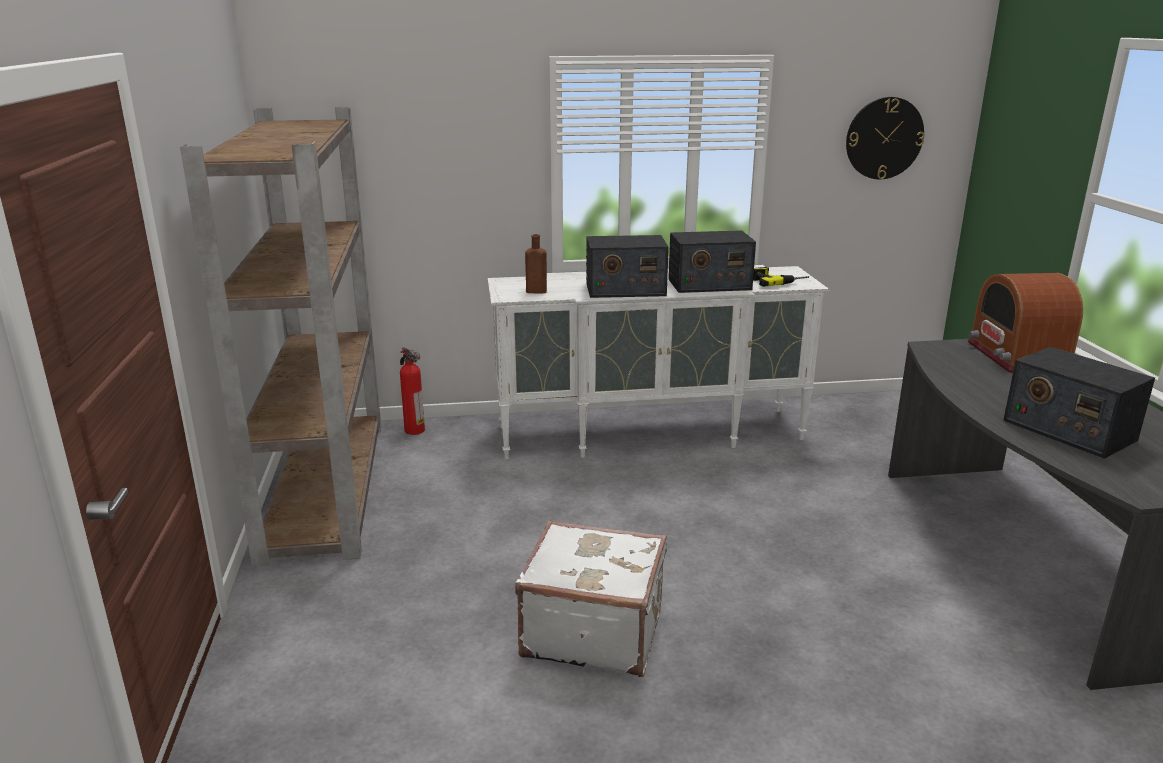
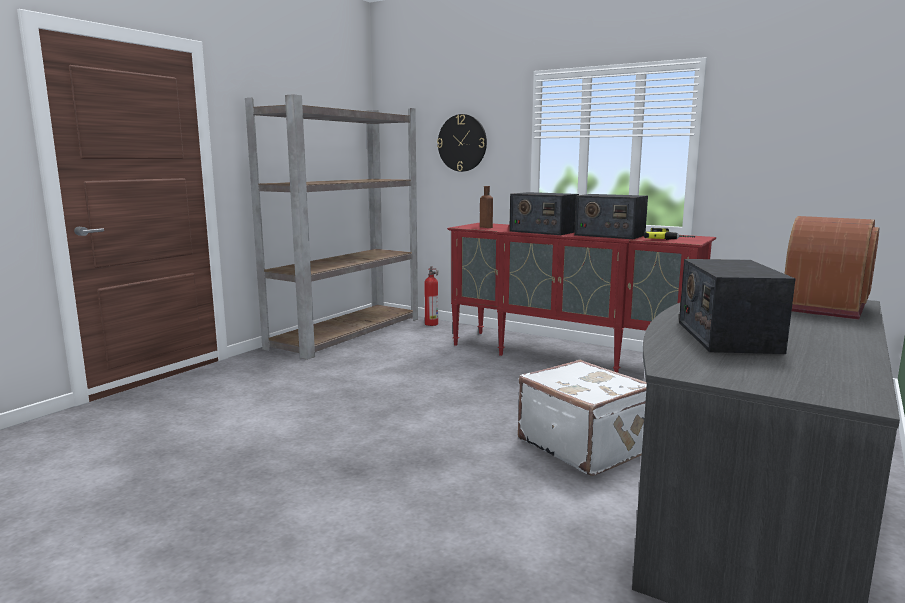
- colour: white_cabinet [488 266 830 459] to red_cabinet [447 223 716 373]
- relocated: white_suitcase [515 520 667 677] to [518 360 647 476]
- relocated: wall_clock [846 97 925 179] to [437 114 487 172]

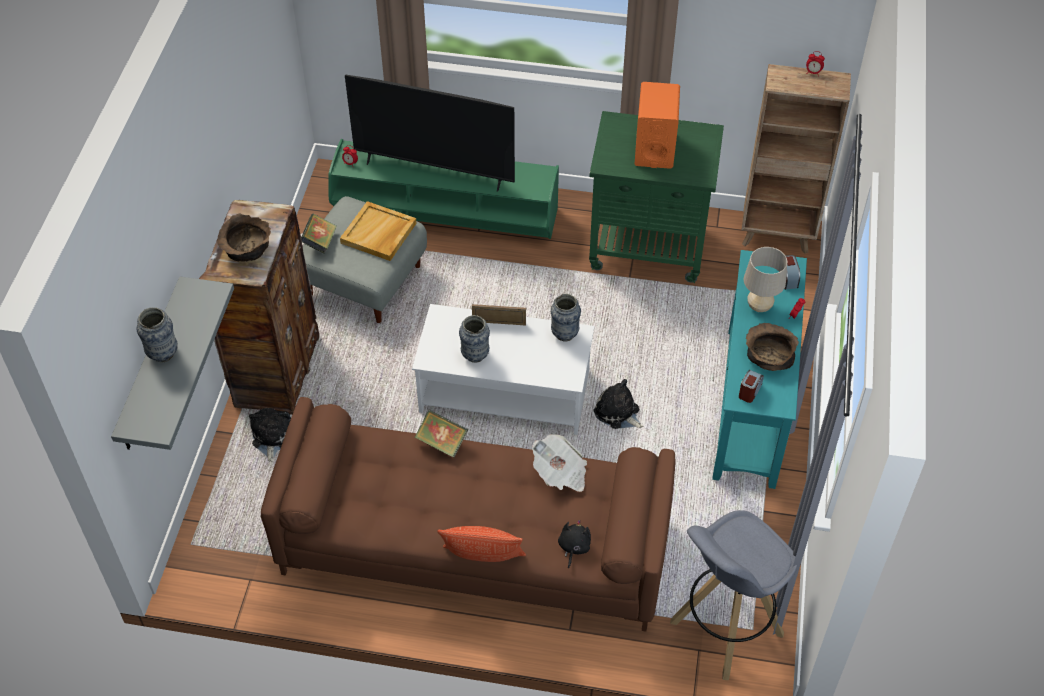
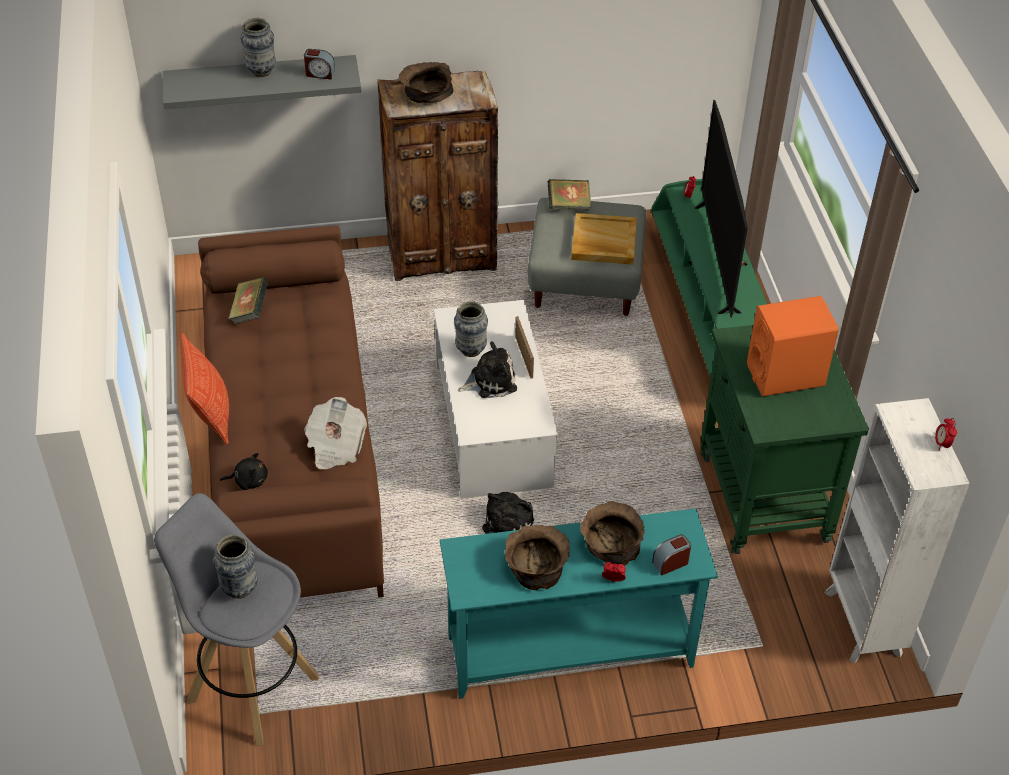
- relocated: plush_toy [249 408 291 463] to [458 341 517 398]
- relocated: book [414 410 468 457] to [229 277 268 324]
- relocated: vase [551 294 581 342] to [213 535 258 599]
- relocated: alarm_clock [739 370 764 403] to [304 49 335 80]
- colour: brown_bookcase [742 64 851 254] to white_bookcase [824 398 970 663]
- exchanged: beige_table_lamp [744 247 787 312] to brown_bowl [580 501 645 566]

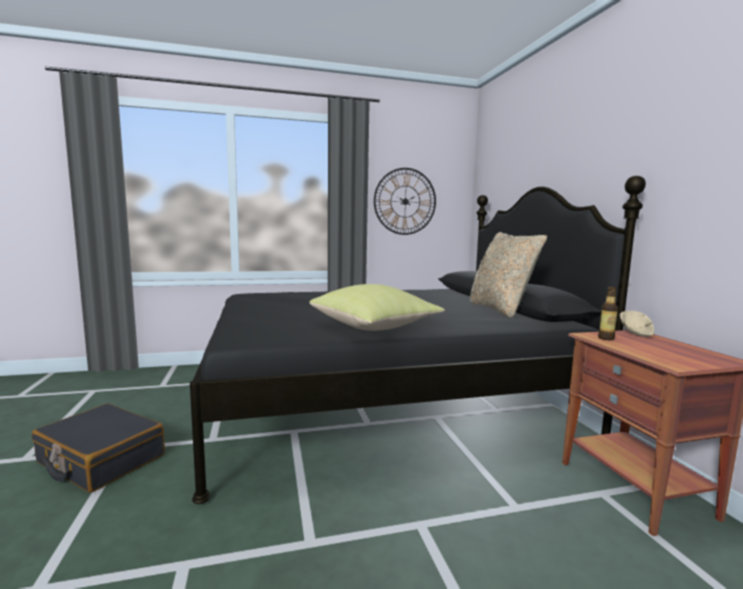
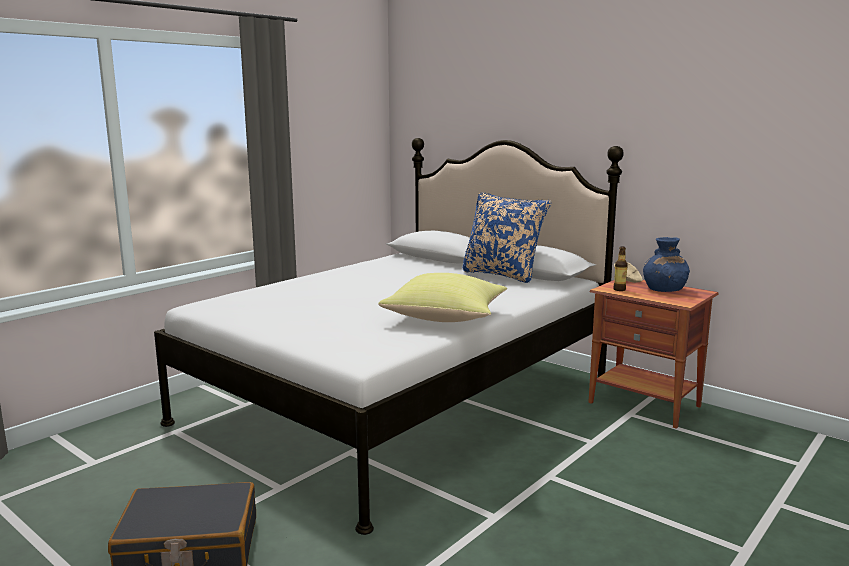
- colour: black_bed [190 176 646 504] to white_bed [154 138 624 535]
- missing: wall_clock [374 168 436 235]
- colour: beige_pillow [470 232 548 318] to blue_pillow [463 192 551 283]
- appeared: blue_vase [643 237 690 292]

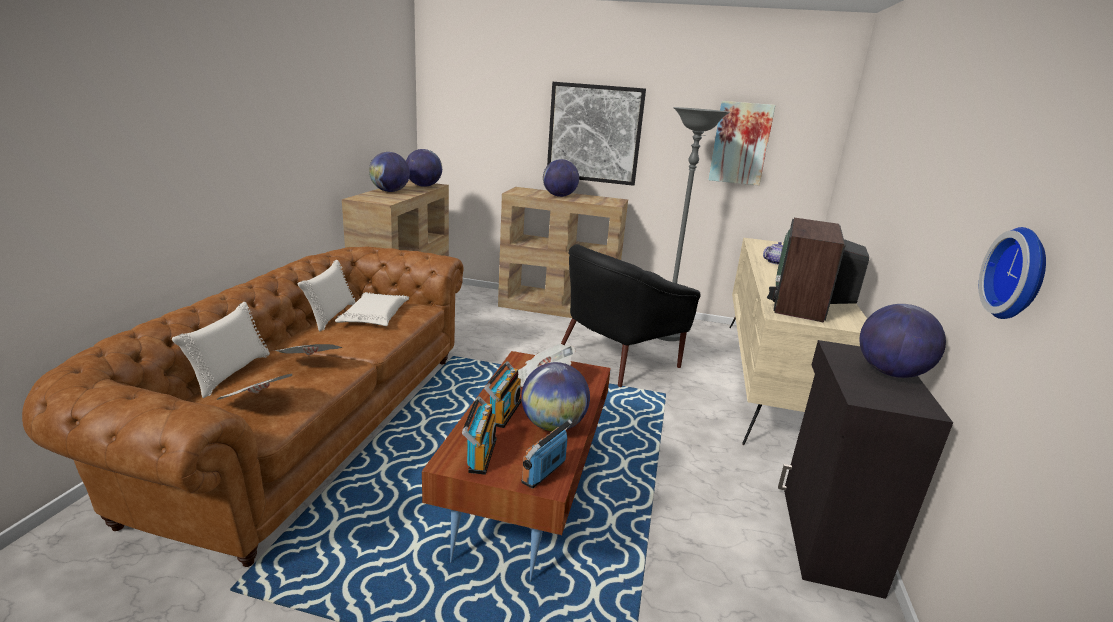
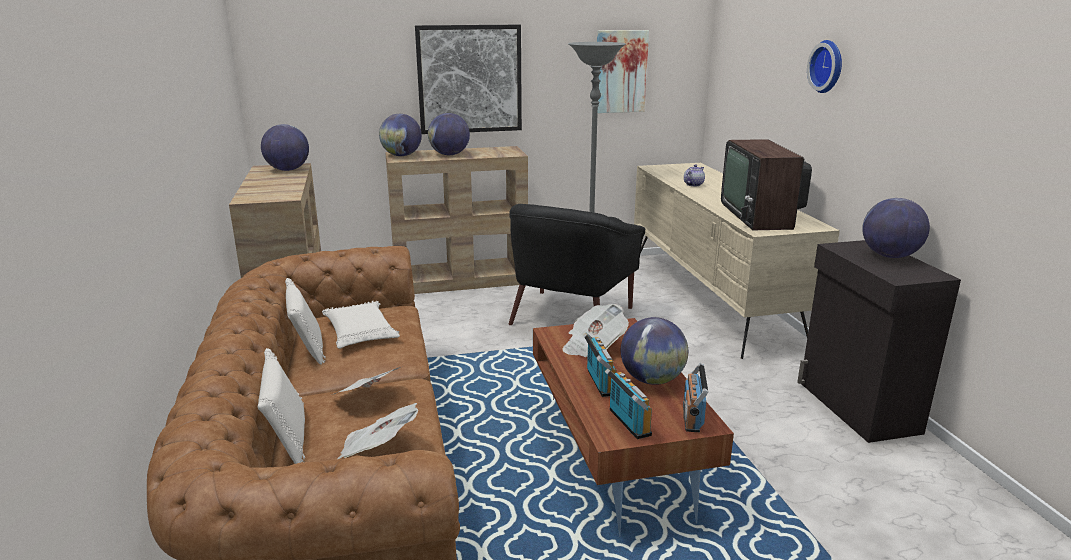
- relocated: globe [369 152 410 192] to [379 114 422 156]
- relocated: wall_clock [979 227 1046 319] to [807 40 842 93]

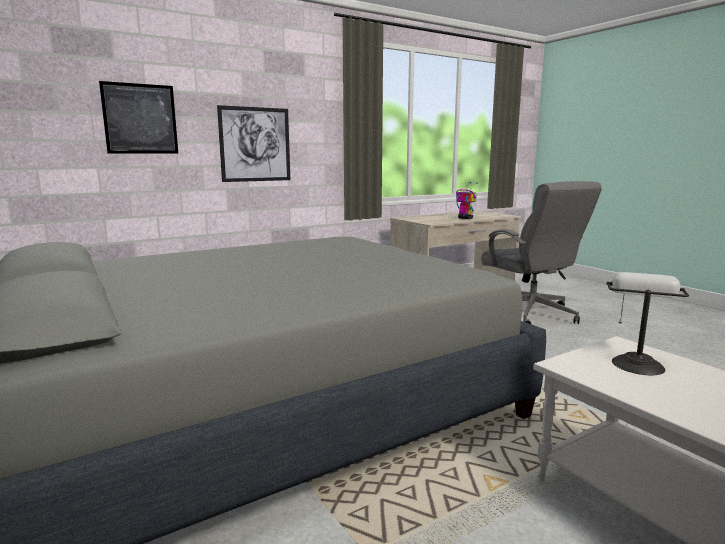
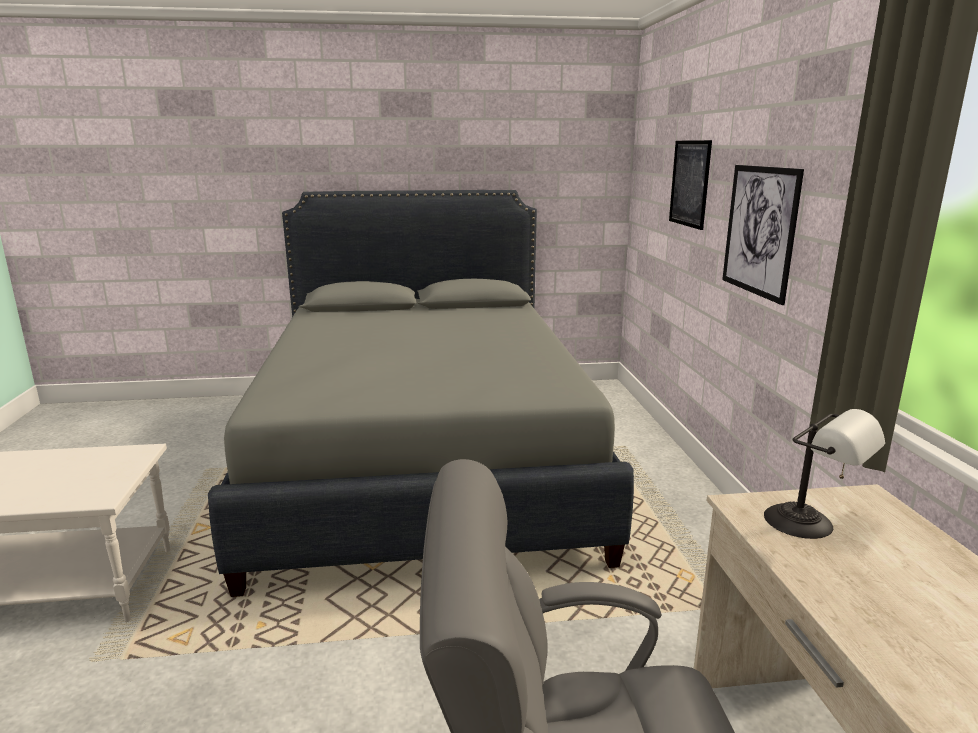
- missing: toy_robot [456 182 478 219]
- relocated: table_lamp [606 272 689 375] to [764 409 885 539]

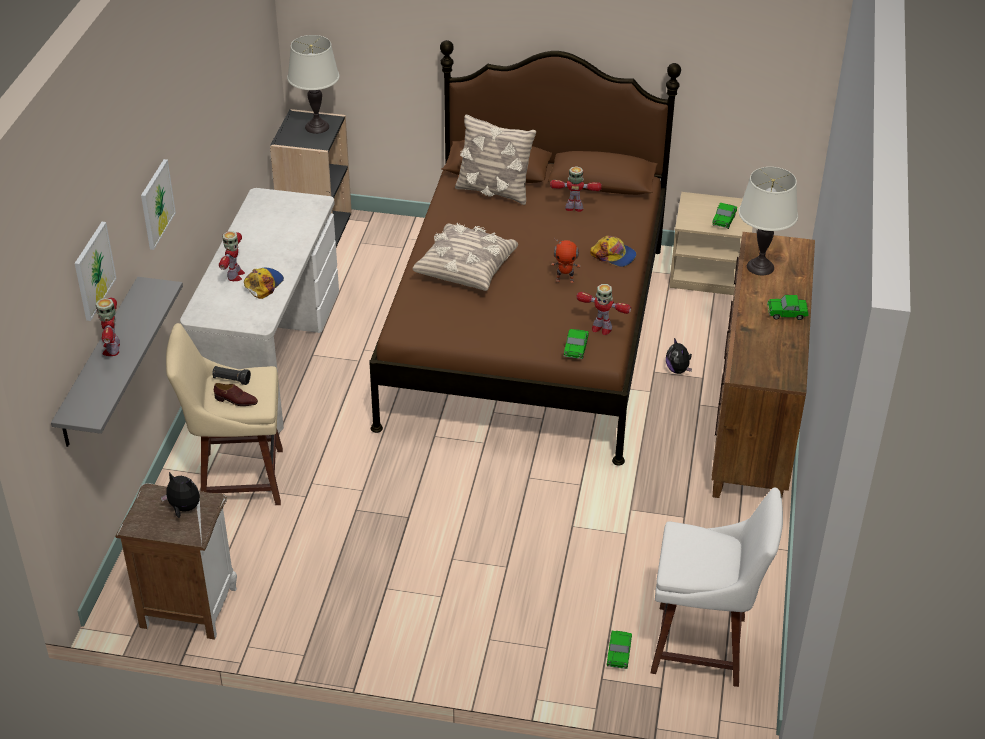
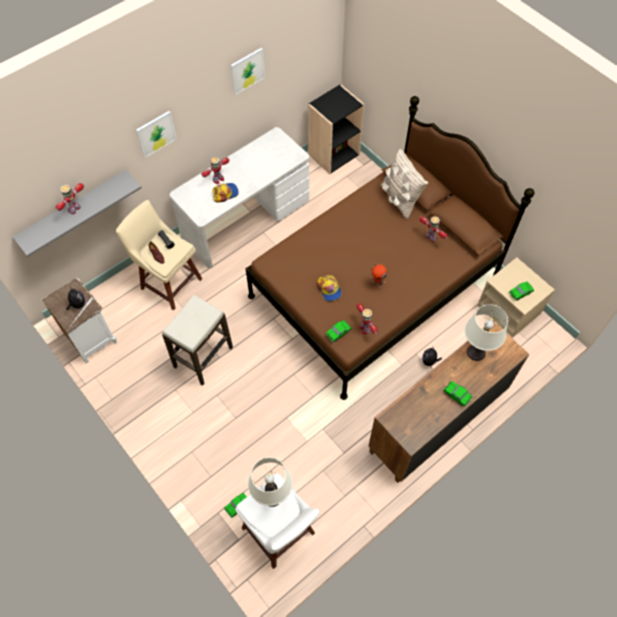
- relocated: picture [75 222 117 321] to [231 48 265 95]
- relocated: white_table_lamp [287 35 339 134] to [248 458 292 507]
- missing: beige_pillow [413 223 518 291]
- relocated: cap [590 236 636 267] to [317 275 342 301]
- appeared: stool [162 295 233 386]

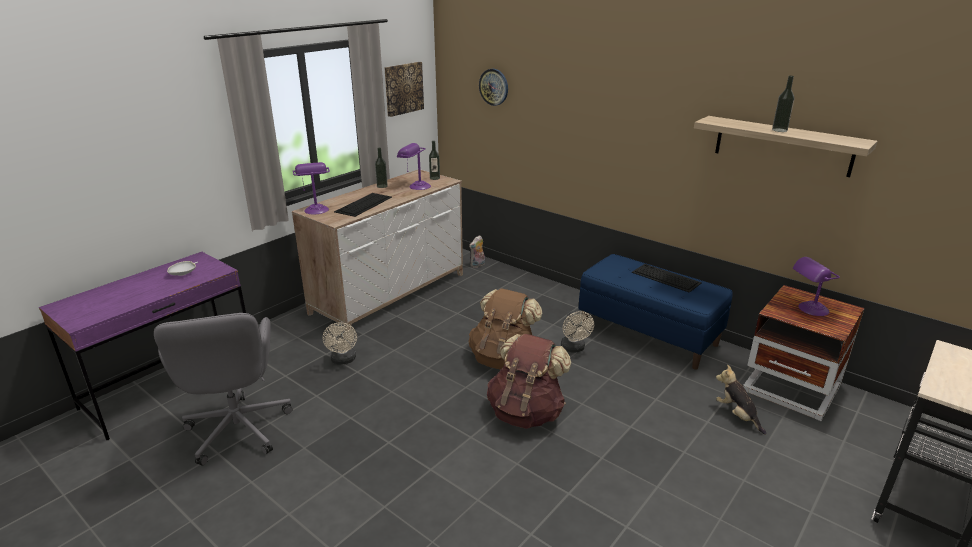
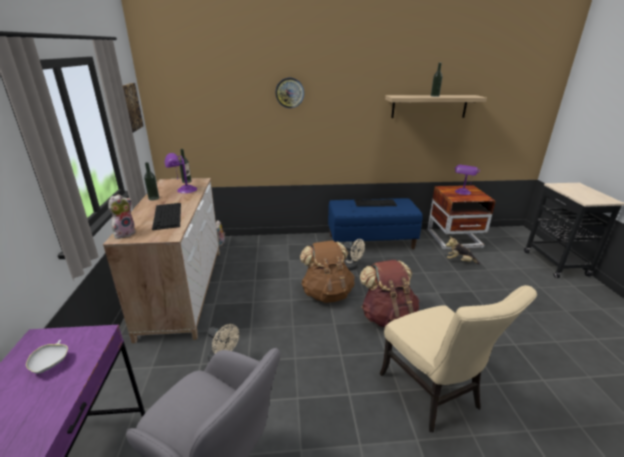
- exchanged: purple_table_lamp [293 162 330 214] to plush_toy [108 194 136 239]
- relocated: wall_clock [479 69 508 106] to [276 78 304 108]
- appeared: beige_chair [380 285 537 432]

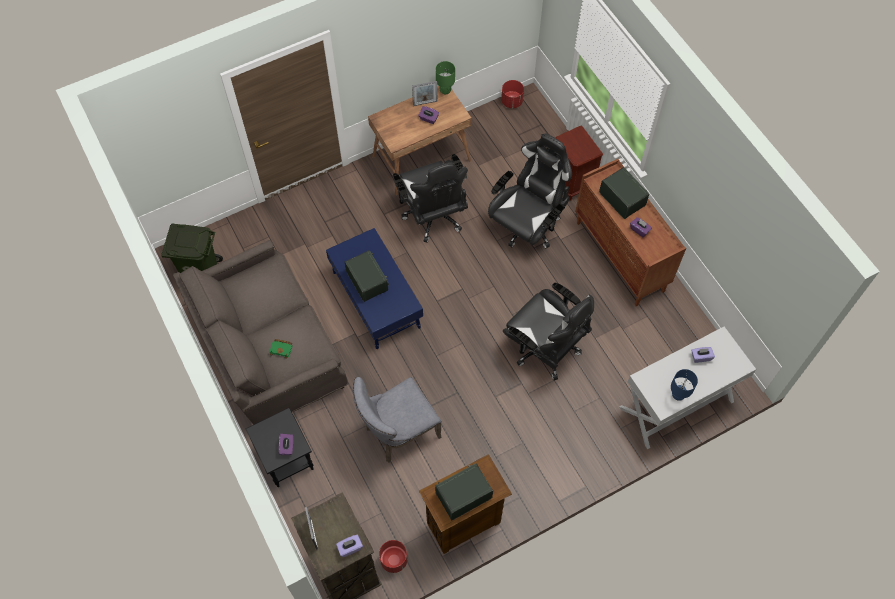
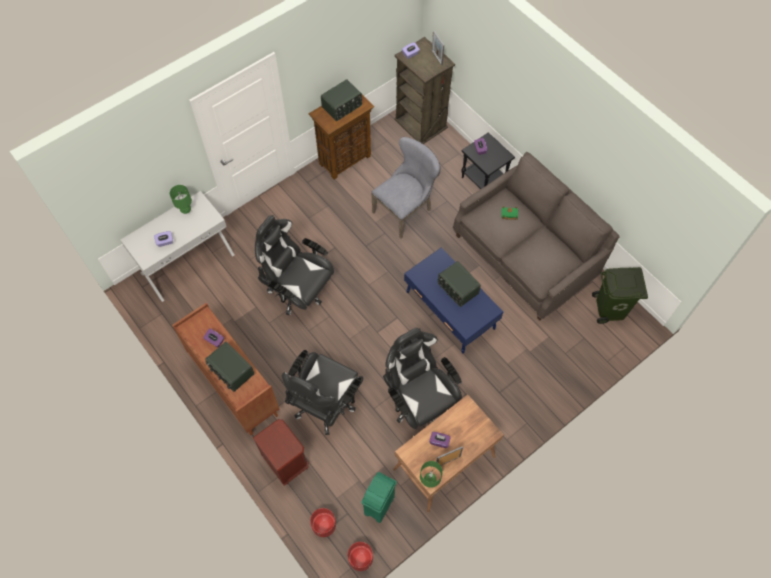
- relocated: red_planter [379 540 408 573] to [310 508 336 537]
- colour: blue_table_lamp [671 369 698 401] to green_table_lamp [170 185 192 214]
- appeared: green_trash_can [361 472 397 523]

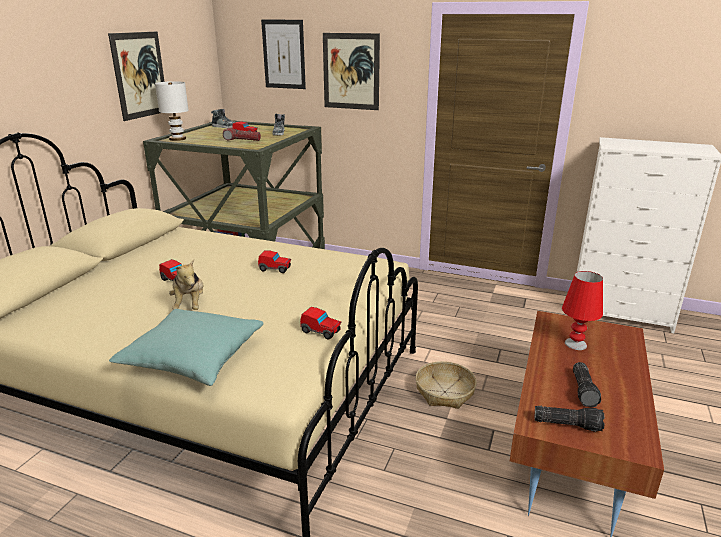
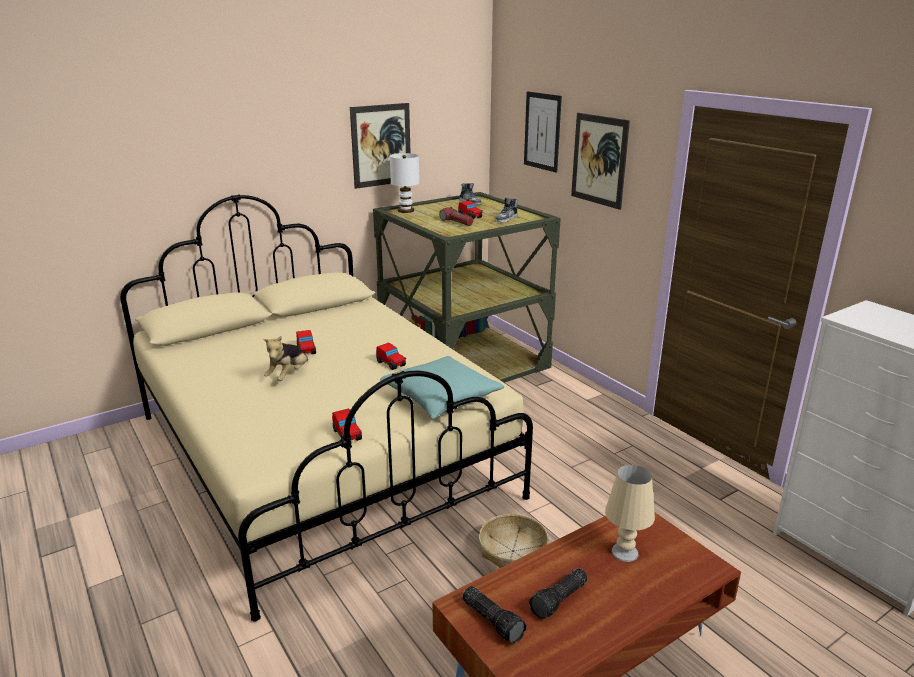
- relocated: turquoise_pillow [109 309 264 386] to [380 356 504 419]
- colour: red_table_lamp [562 271 603 350] to beige_table_lamp [605 465 655 562]

